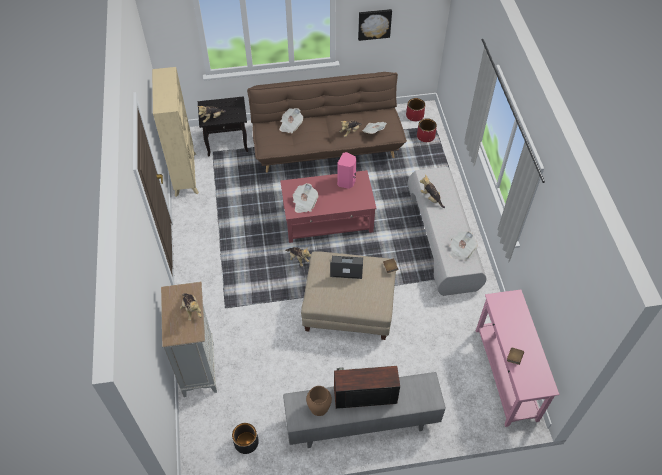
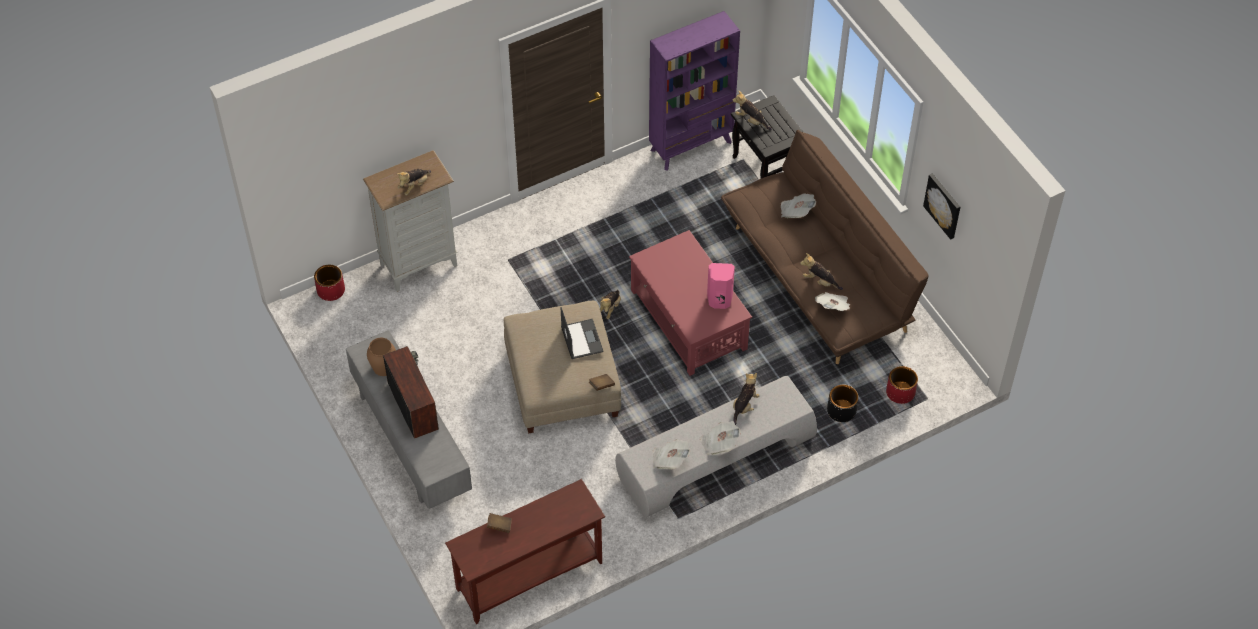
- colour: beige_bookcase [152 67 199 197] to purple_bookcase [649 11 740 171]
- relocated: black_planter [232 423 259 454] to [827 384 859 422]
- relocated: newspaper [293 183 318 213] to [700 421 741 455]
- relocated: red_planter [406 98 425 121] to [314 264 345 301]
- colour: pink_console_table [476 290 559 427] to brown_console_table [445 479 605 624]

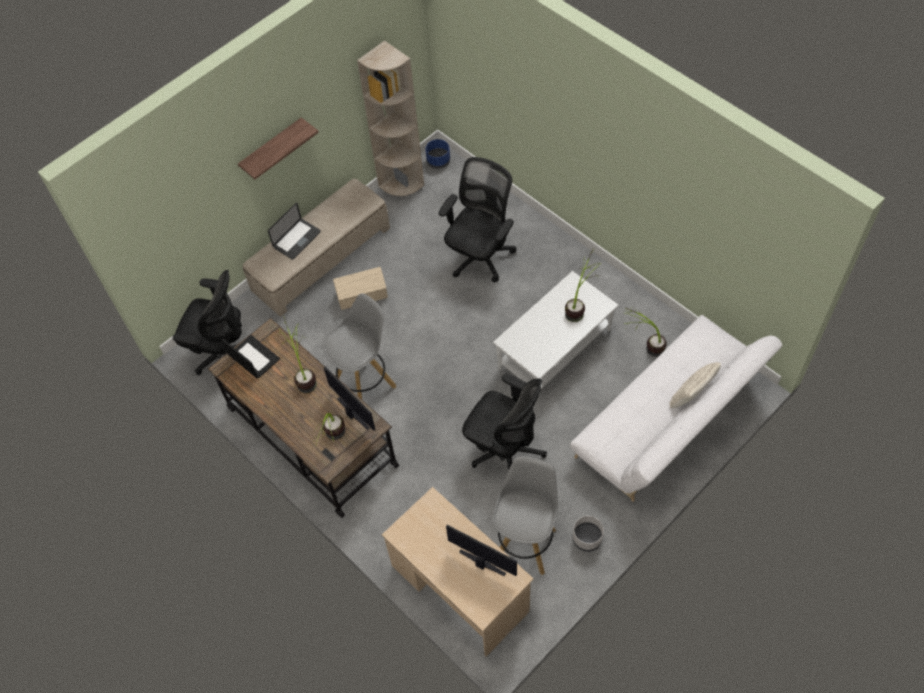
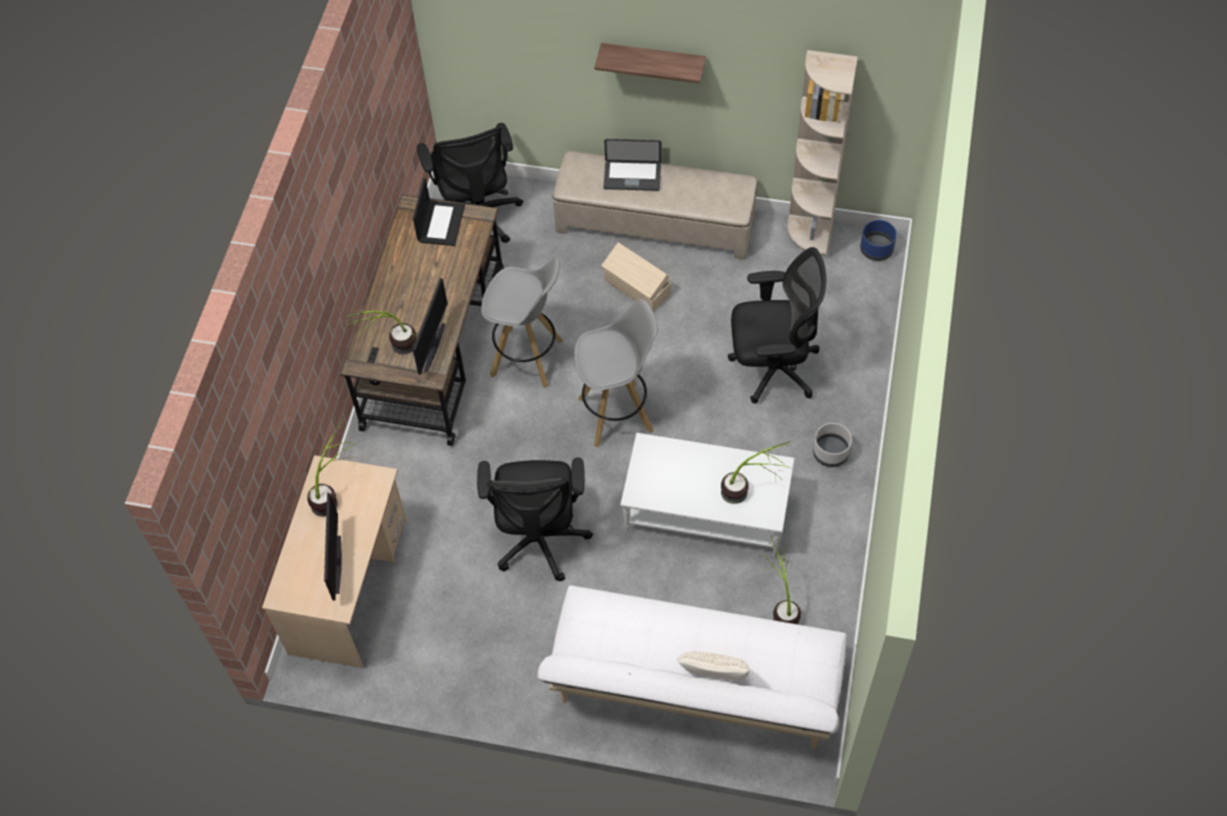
- relocated: potted_plant [280 315 317 393] to [307 420 358 517]
- relocated: grey_stool [492 456 558 575] to [574 299 658 447]
- relocated: grey_planter [573 516 604 552] to [813 423 852 467]

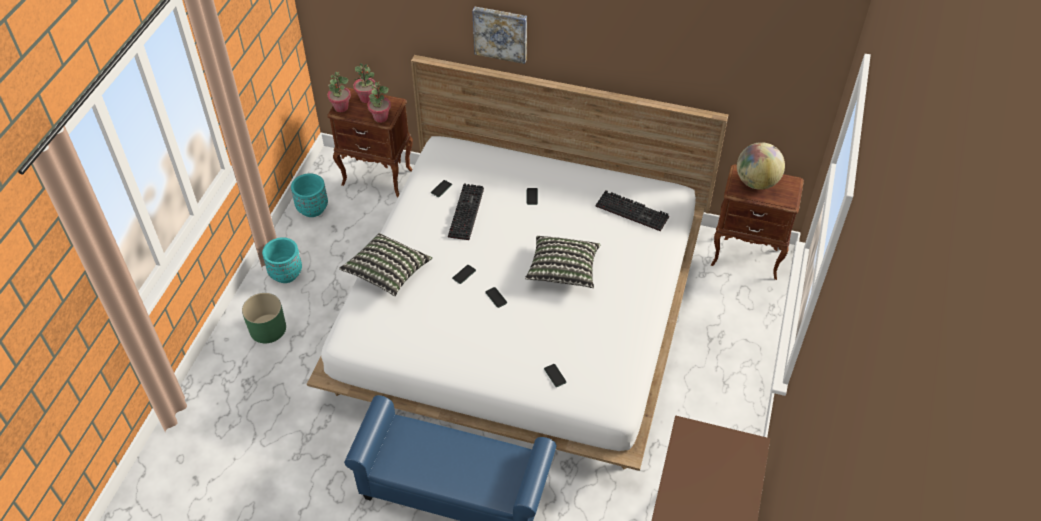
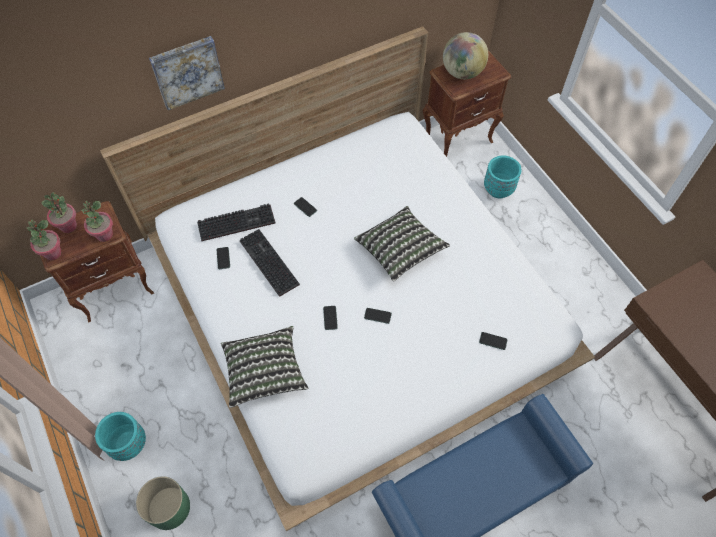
- relocated: turquoise_planter [291 173 328 217] to [484 155 521 198]
- relocated: keyboard [596 190 669 231] to [197 203 275 241]

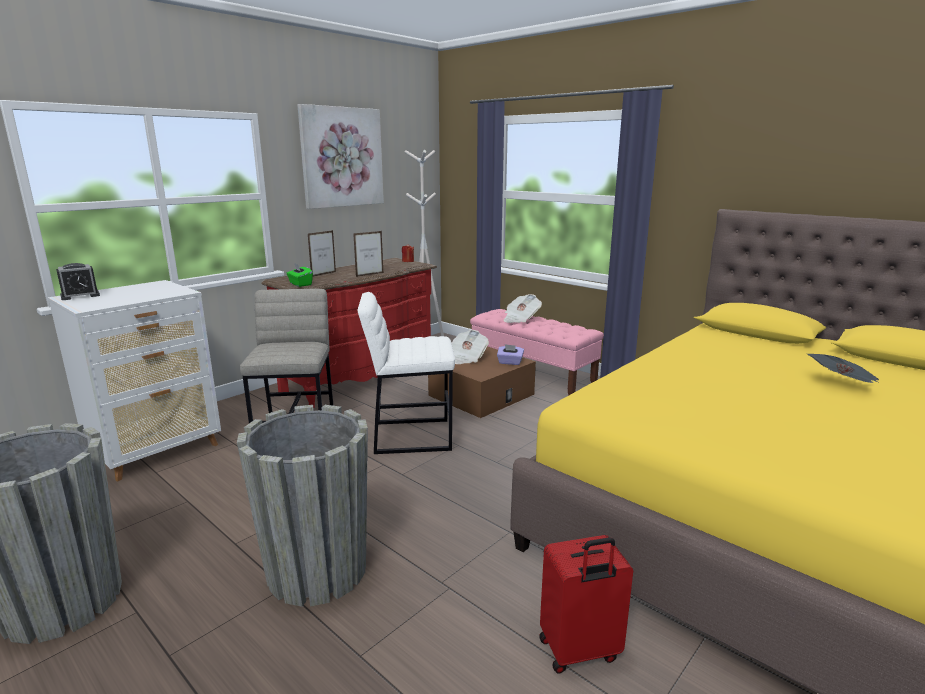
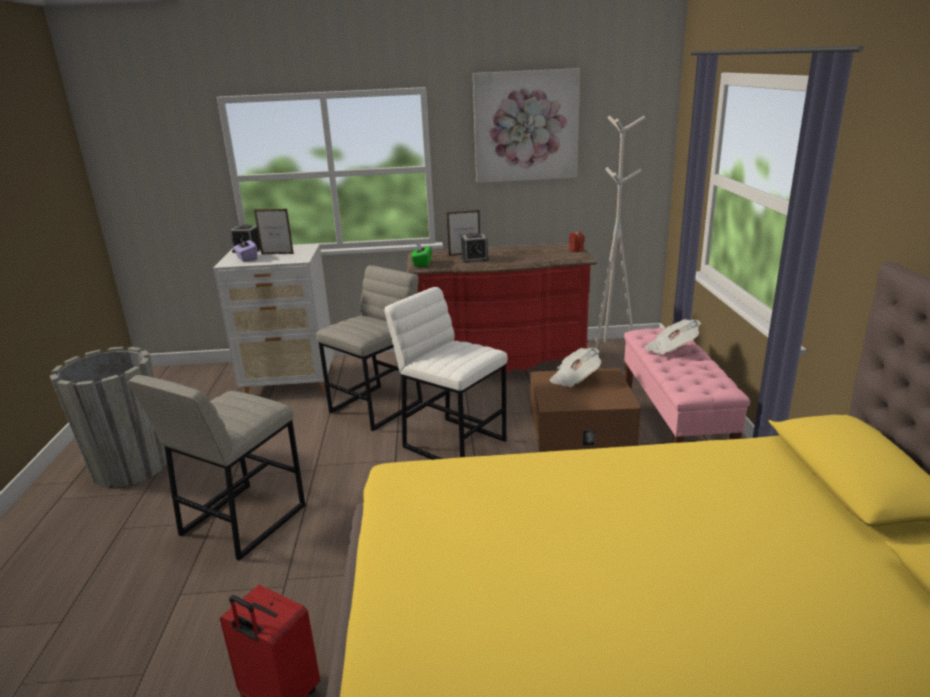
- exchanged: grey_planter [237 405 368 607] to grey_chair [128 375 305 561]
- relocated: picture_frame [353 231 383 277] to [254 209 294 255]
- relocated: purple_tissue_box [497 344 524 365] to [233 239 257 262]
- missing: newspaper [807 354 879 383]
- appeared: alarm_clock [461 233 489 263]

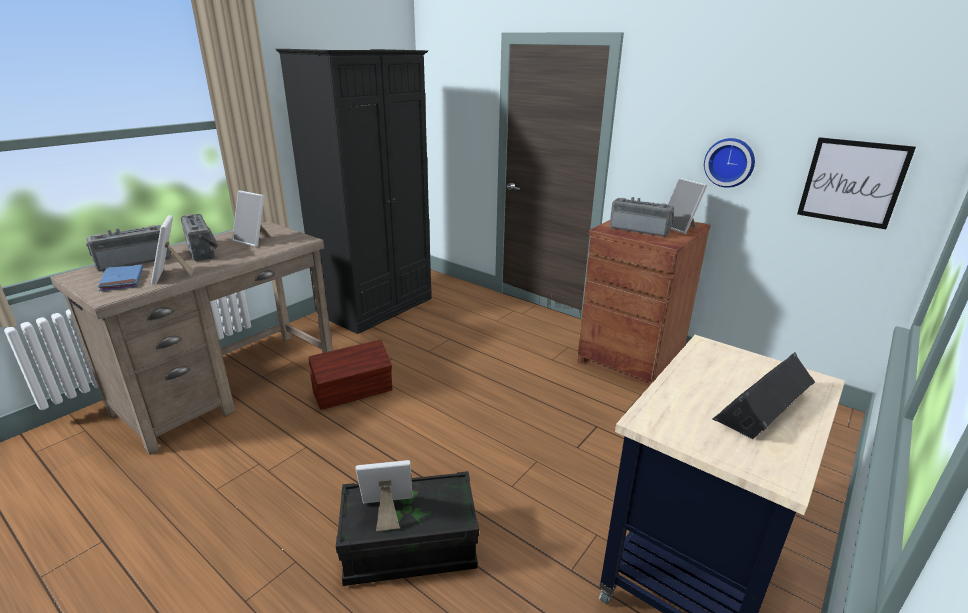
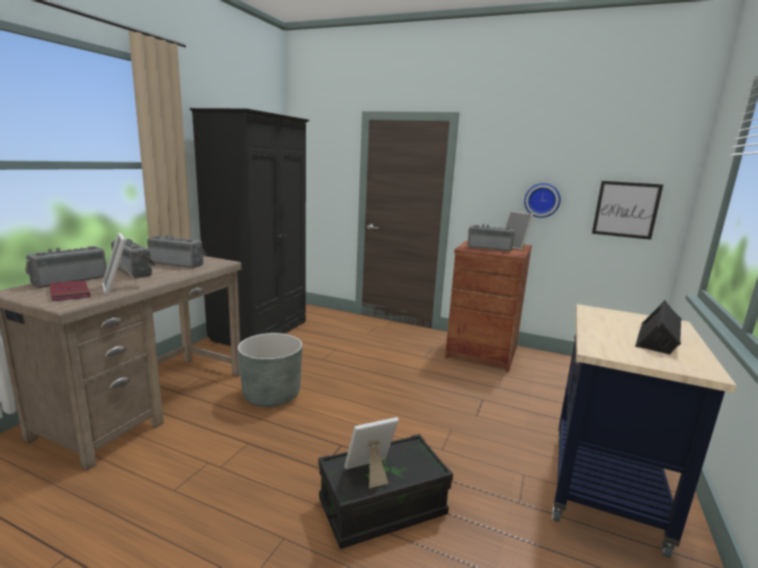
- colour: blue_book [98 265 143 291] to red_book [49 280 90 301]
- exchanged: picture_frame [232 190 272 247] to radio [147 235 207 268]
- exchanged: brown_storage_box [309 340 392 410] to grey_planter [238 333 302 407]

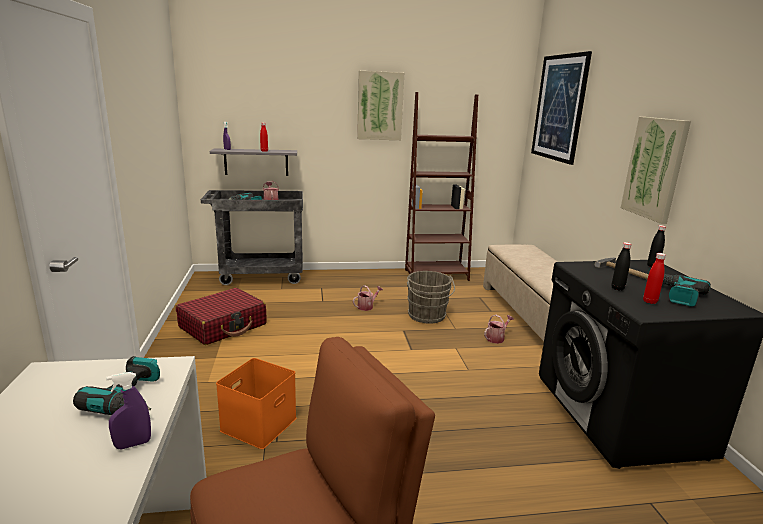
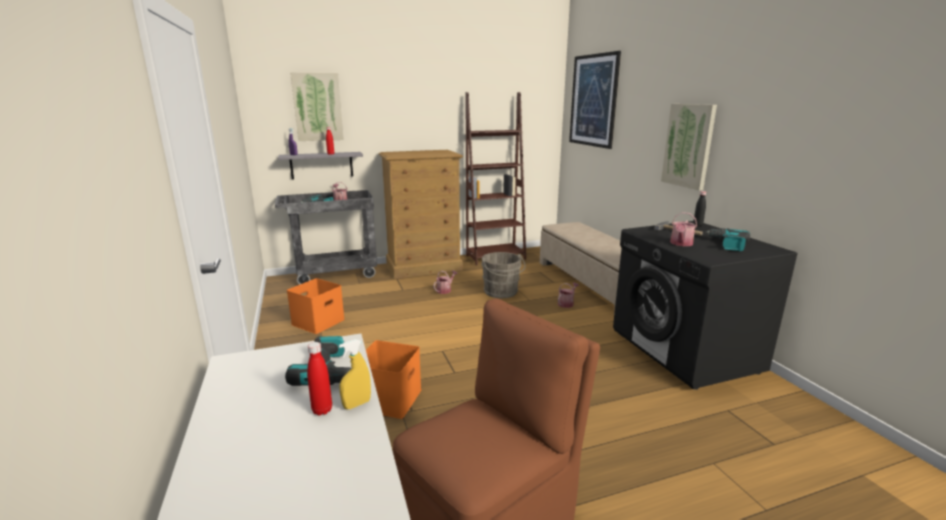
- colour: purple_spray_bottle [106 372 151 449] to yellow_spray_bottle [339 339 371 409]
- exchanged: red_suitcase [176 288 267 345] to orange_storage_box [287 278 345 334]
- relocated: picture [357 71 404 140] to [290 72 344 141]
- exchanged: black_bottle [611 242 631 291] to watering_can [670 212 697 246]
- relocated: red_bottle [643 253 666 304] to [307 342 332 416]
- appeared: brown_dresser [379 150 463 279]

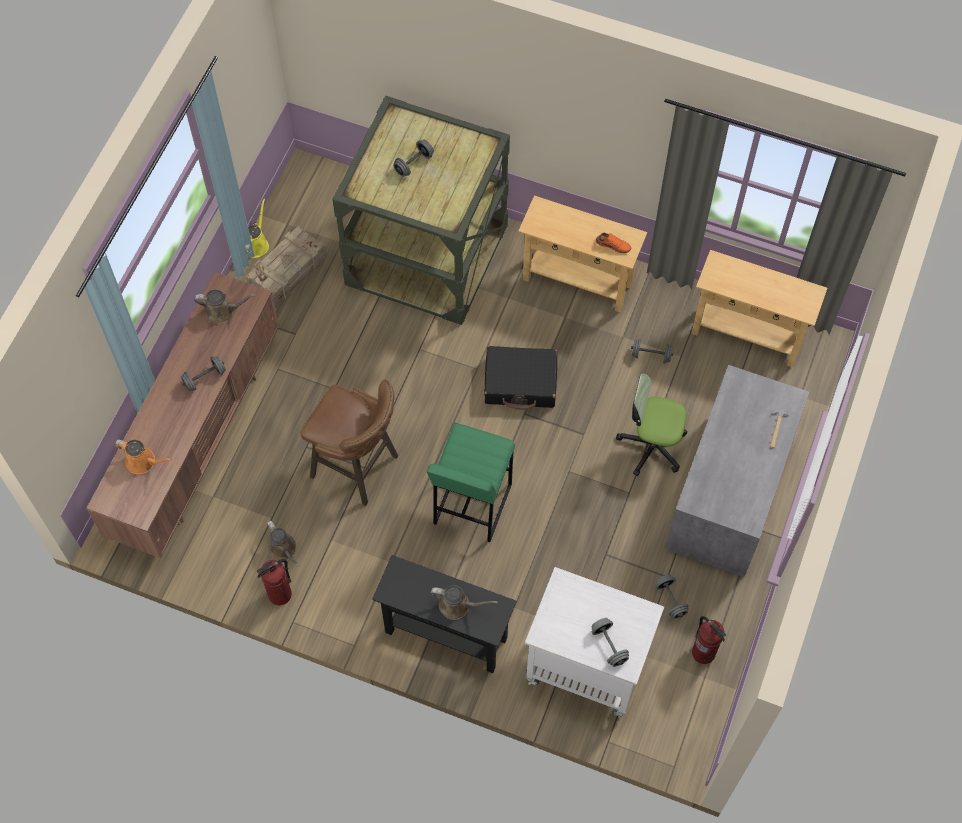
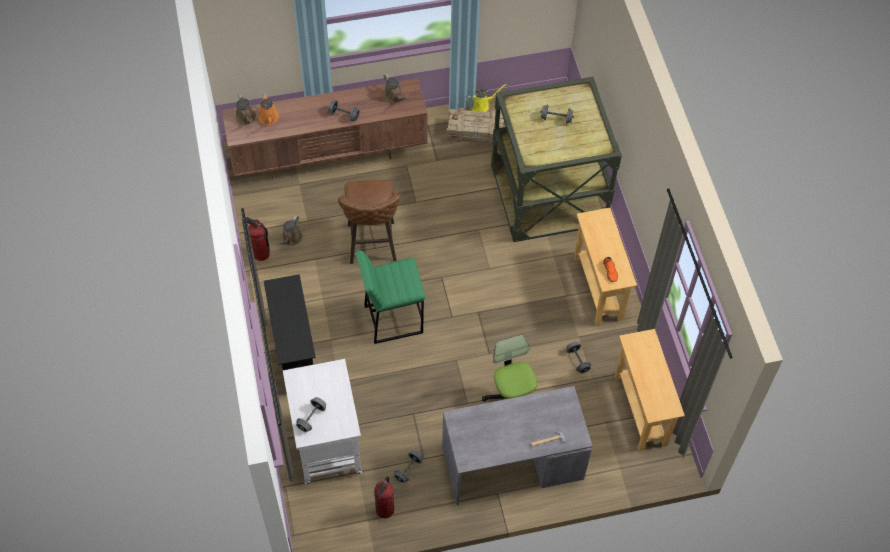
- relocated: brown_watering_can [430 585 498 620] to [236 94 256 125]
- missing: black_suitcase [484 346 557 410]

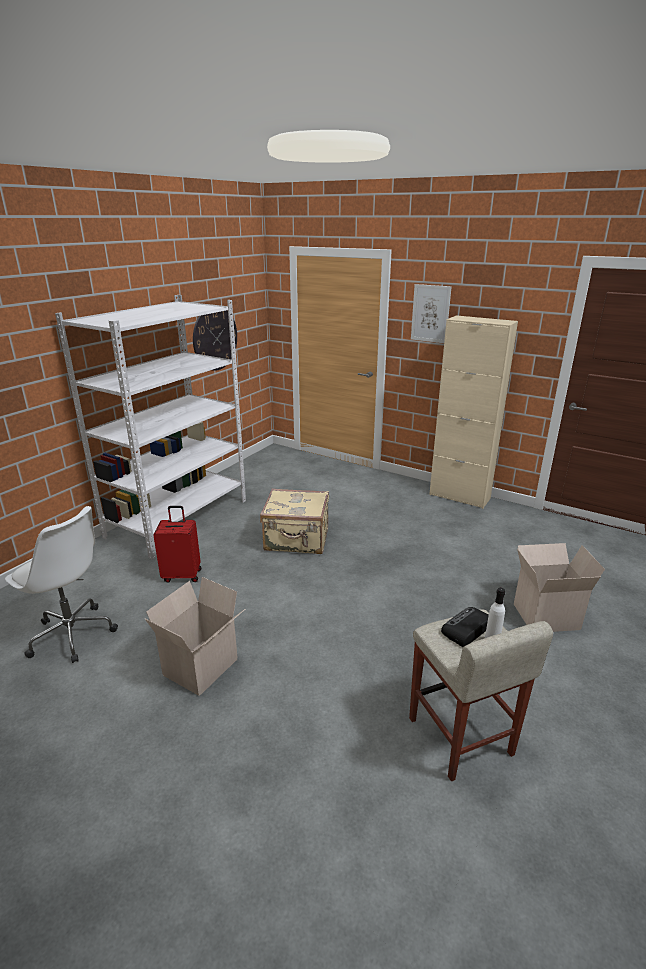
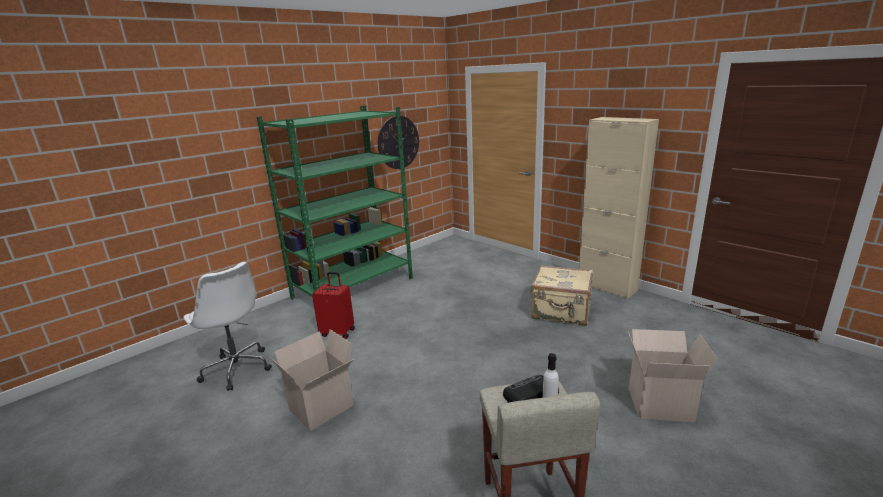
- colour: white_bookcase [55 295 246 560] to green_bookcase [257 106 413 300]
- relocated: beige_suitcase [260 488 329 554] to [531 265 593 326]
- missing: picture [411 284 452 343]

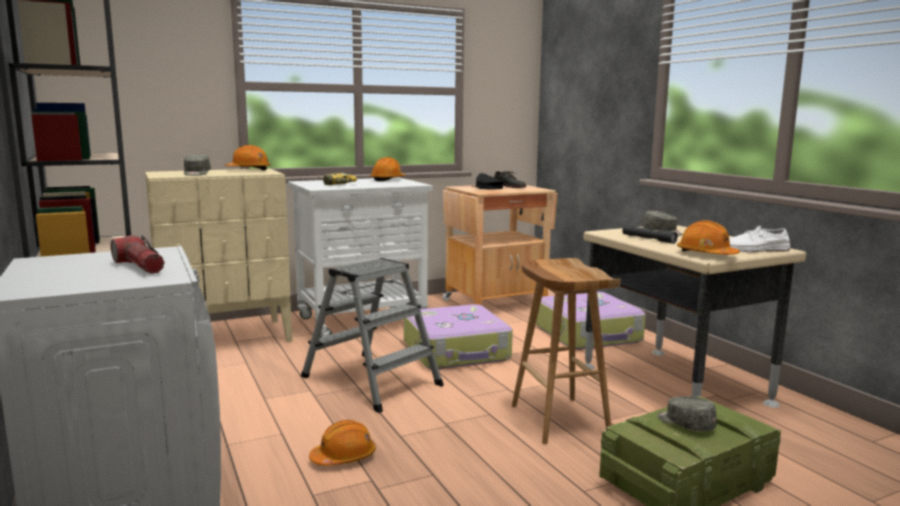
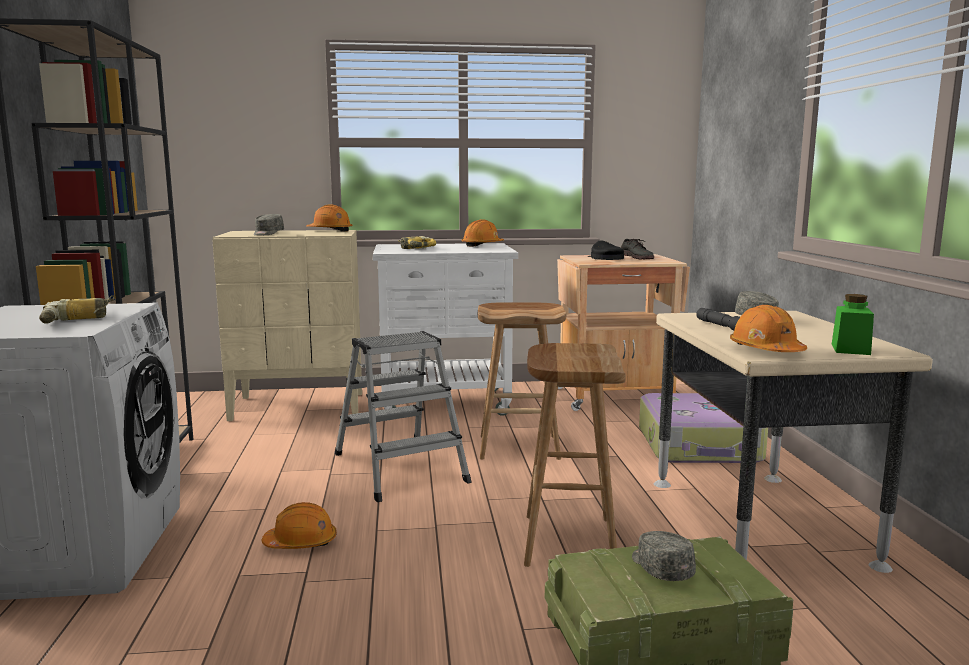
- exchanged: flashlight [111 235 165 274] to power_drill [39 295 115 324]
- exchanged: suitcase [404 304 513 369] to brown_stool [478 302 566 460]
- exchanged: white_shoe [729 226 790 252] to green_jar [832 294 874 355]

